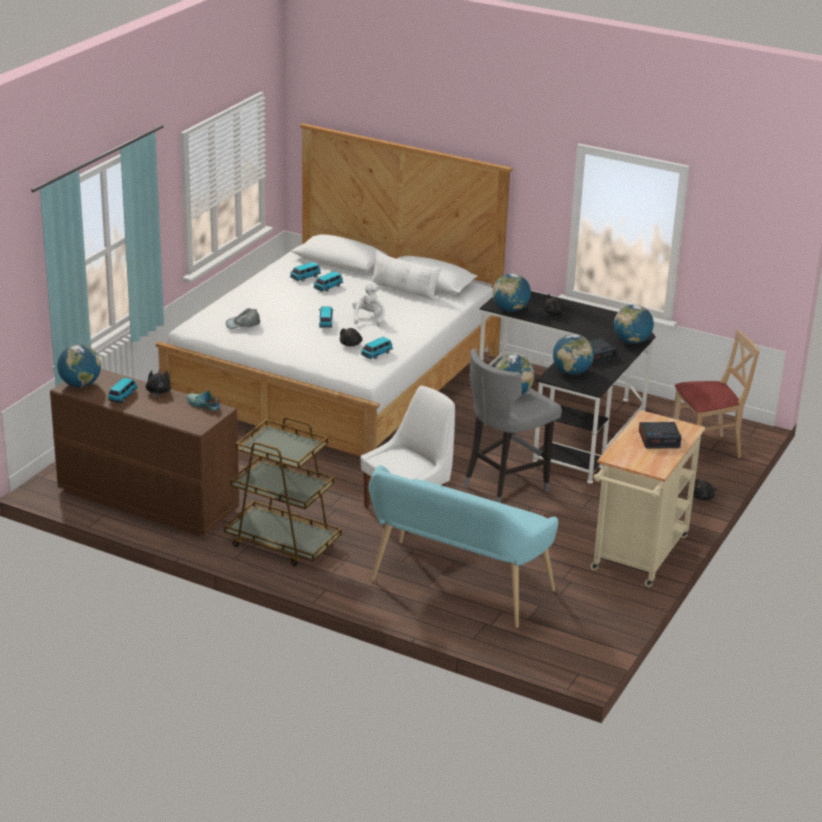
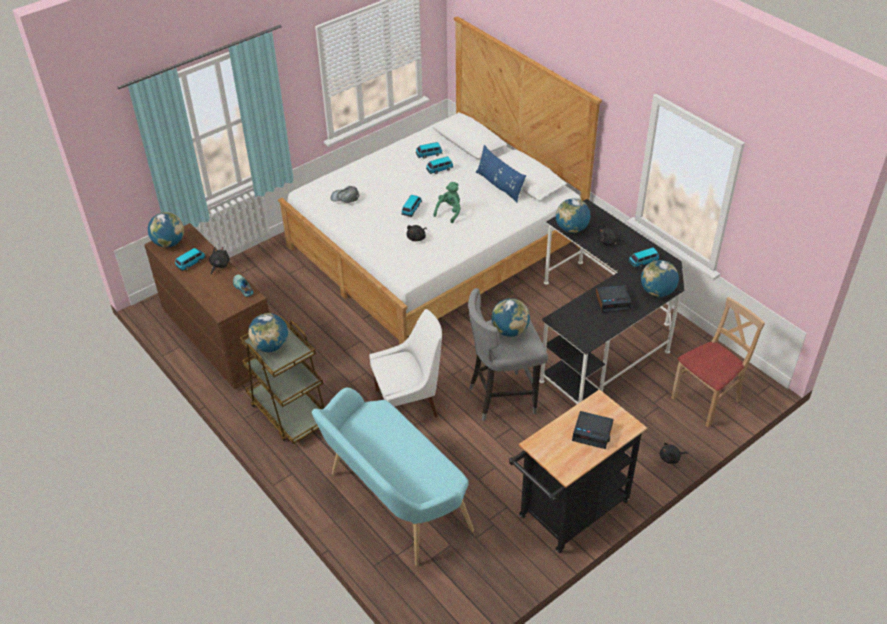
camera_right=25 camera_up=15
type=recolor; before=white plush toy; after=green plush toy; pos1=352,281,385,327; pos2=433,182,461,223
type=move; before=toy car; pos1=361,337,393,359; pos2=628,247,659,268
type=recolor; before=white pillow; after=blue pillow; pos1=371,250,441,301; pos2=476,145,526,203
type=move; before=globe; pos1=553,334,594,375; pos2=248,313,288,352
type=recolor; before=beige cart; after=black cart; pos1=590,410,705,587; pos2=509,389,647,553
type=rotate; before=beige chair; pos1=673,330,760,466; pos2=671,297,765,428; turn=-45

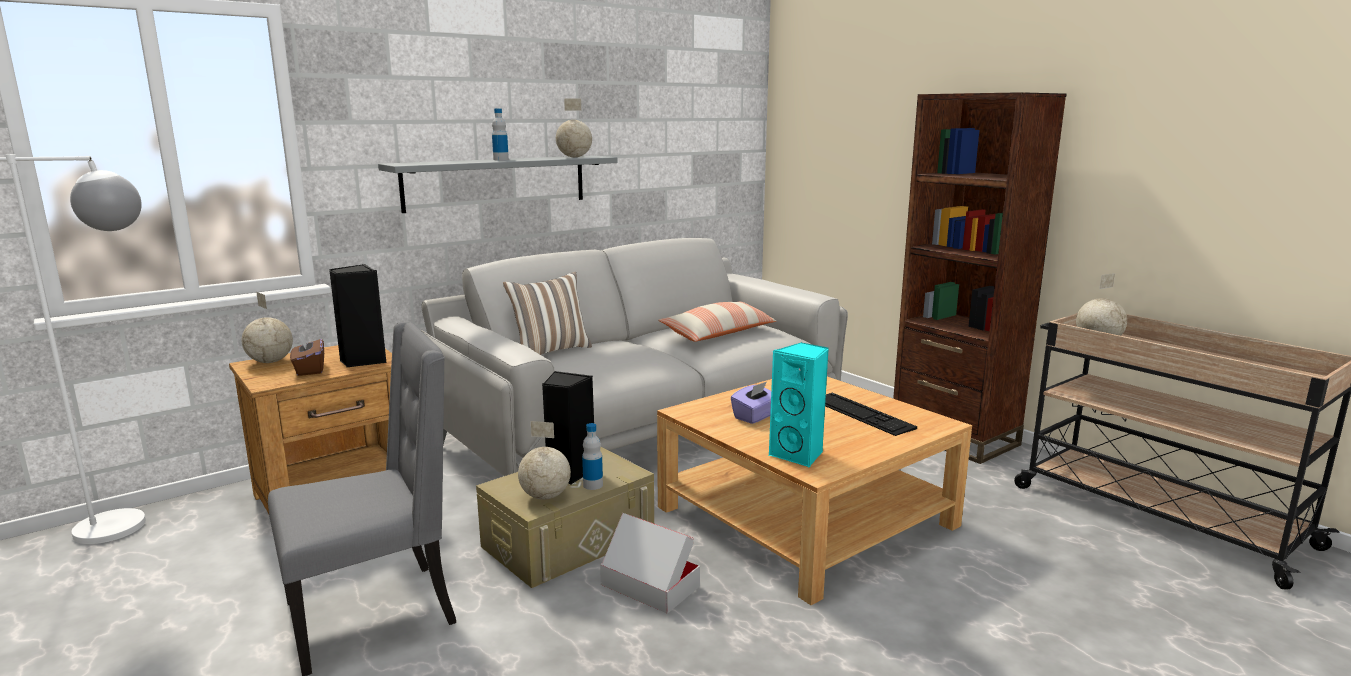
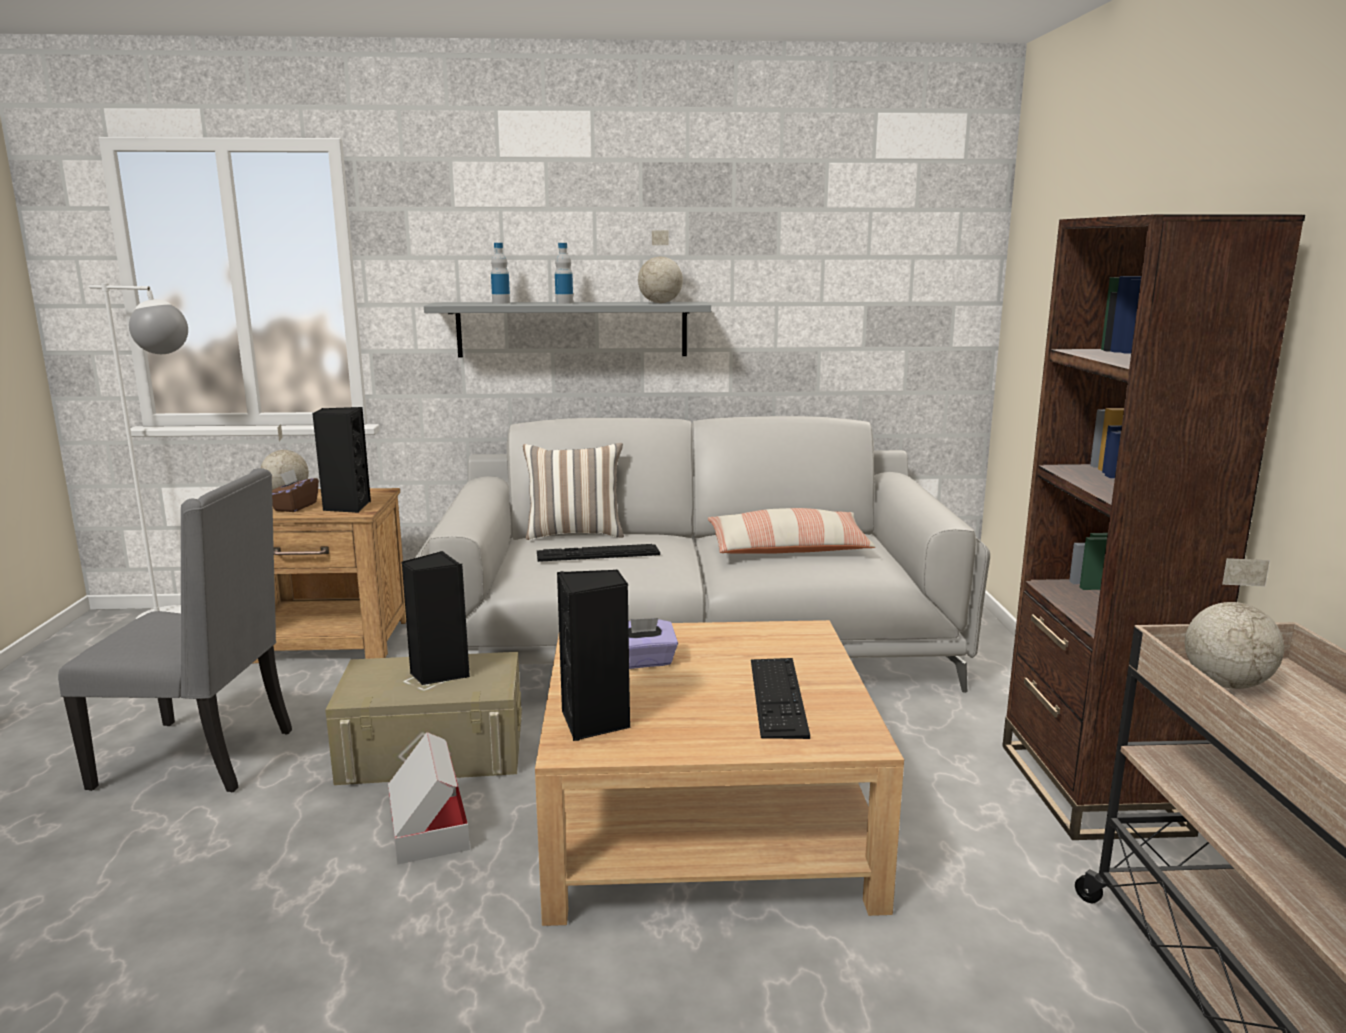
camera_right=35 camera_up=0
type=delete; before=globe; pos1=518,421,571,500
type=move; before=bottle; pos1=582,423,603,490; pos2=491,243,510,304
type=recolor; before=turquoise speaker; after=black speaker; pos1=769,342,829,467; pos2=557,570,630,741
type=insert; after=keyboard; pos2=537,544,660,562

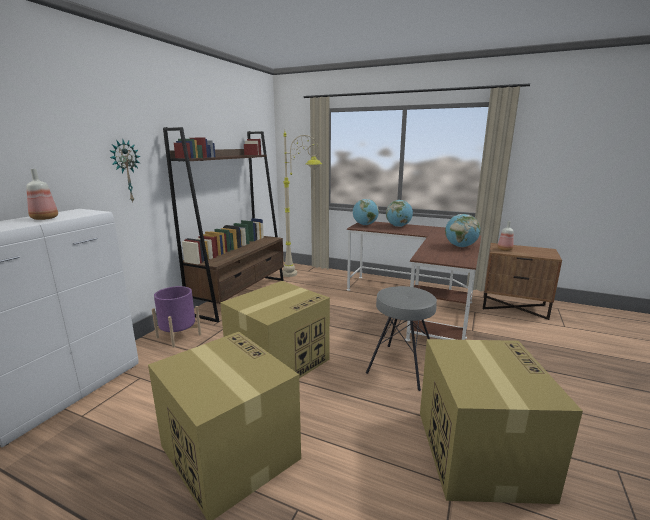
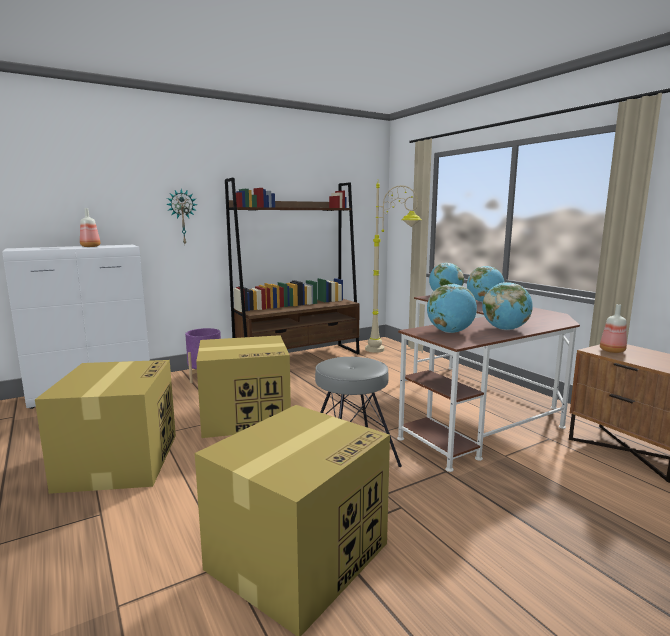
camera_right=35 camera_up=-5
type=insert; after=globe; pos2=427,284,477,333

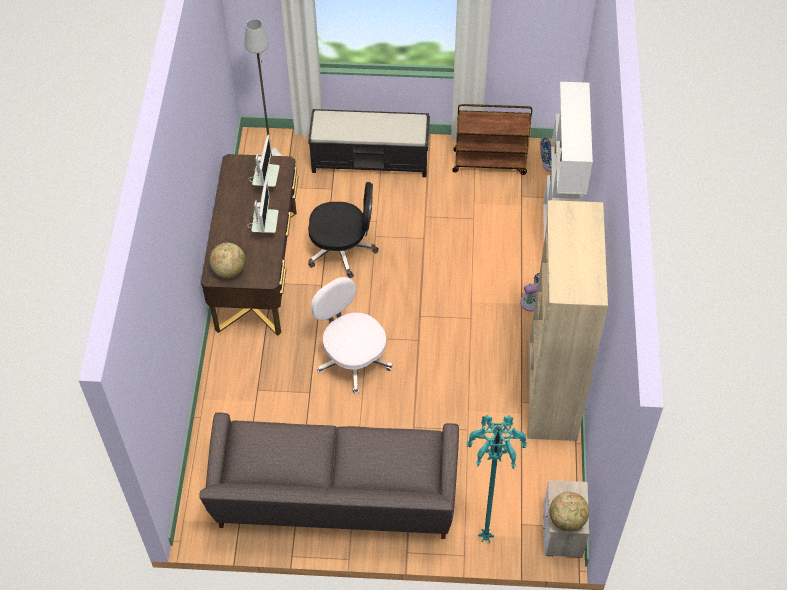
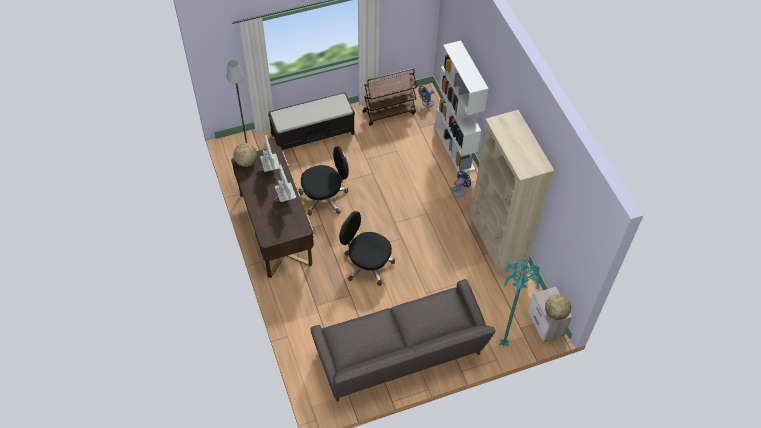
camera_right=-25 camera_up=0
type=move; before=globe; pos1=210,243,246,278; pos2=233,143,257,167
type=recolor; before=white office chair; after=black office chair; pos1=311,277,393,394; pos2=339,211,395,286

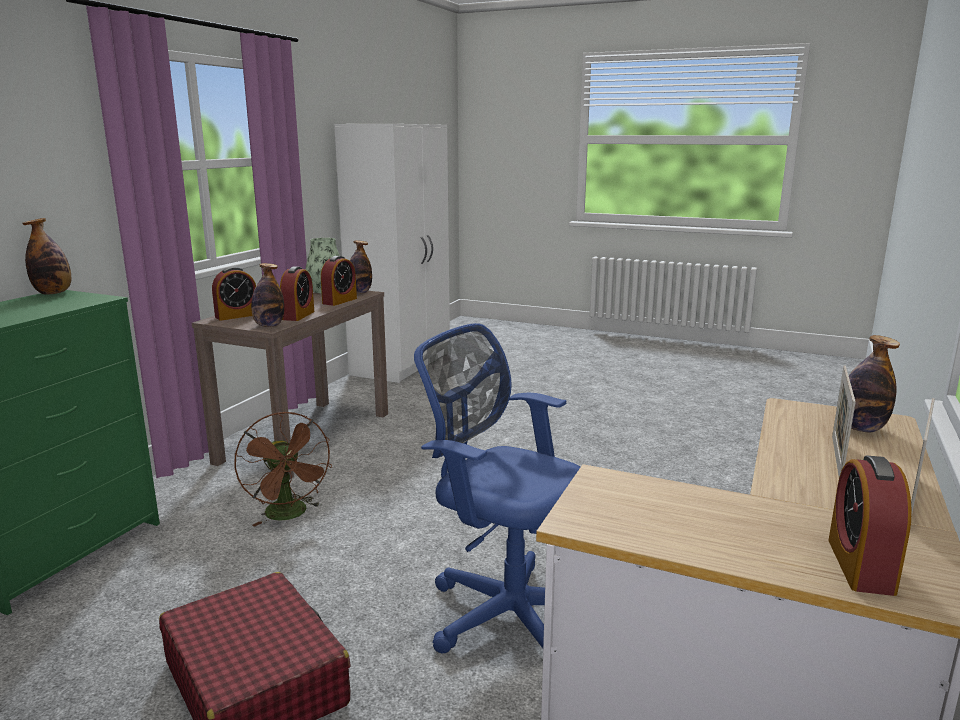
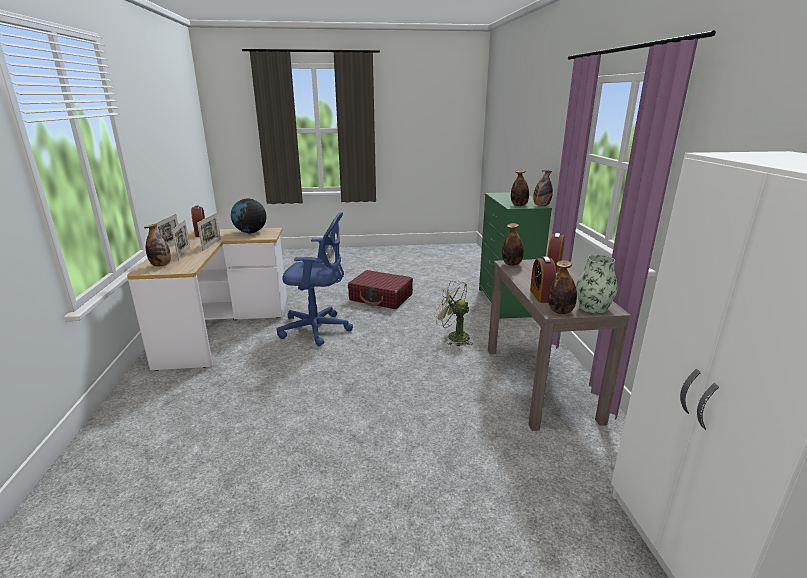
camera_right=150 camera_up=5
type=recolor; before=brown fan; after=green fan; pos1=234,412,332,527; pos2=434,280,472,346
type=delete; before=alarm clock; pos1=280,266,314,321
type=insert; after=picture frame; pos2=197,213,221,251
type=insert; after=globe; pos2=231,199,267,234
type=insert; after=bottle; pos2=511,170,529,206

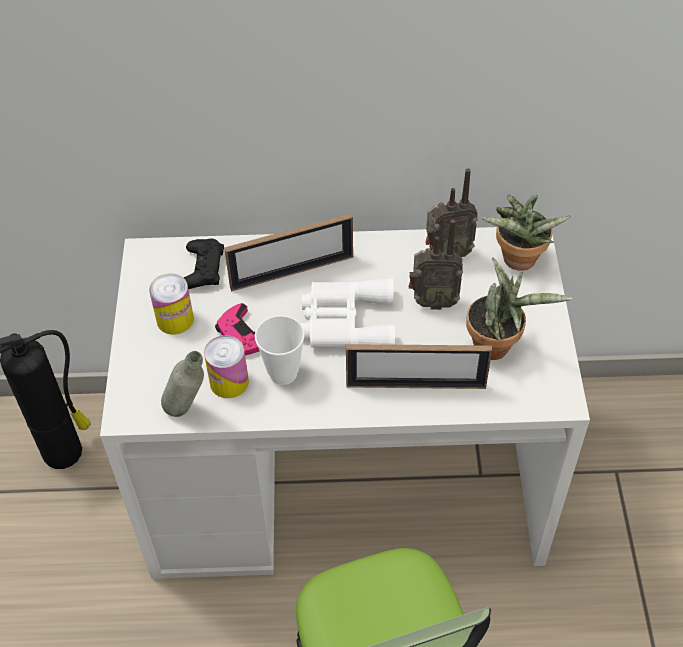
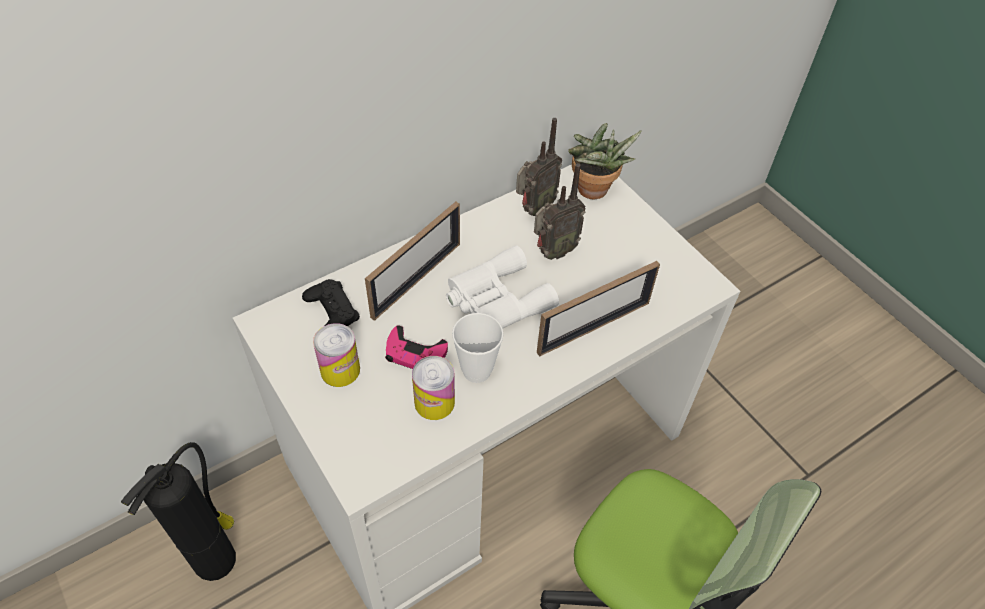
camera_right=-35 camera_up=0
type=delete; before=grey bottle; pos1=161,351,204,417
type=delete; before=potted plant; pos1=466,257,572,360

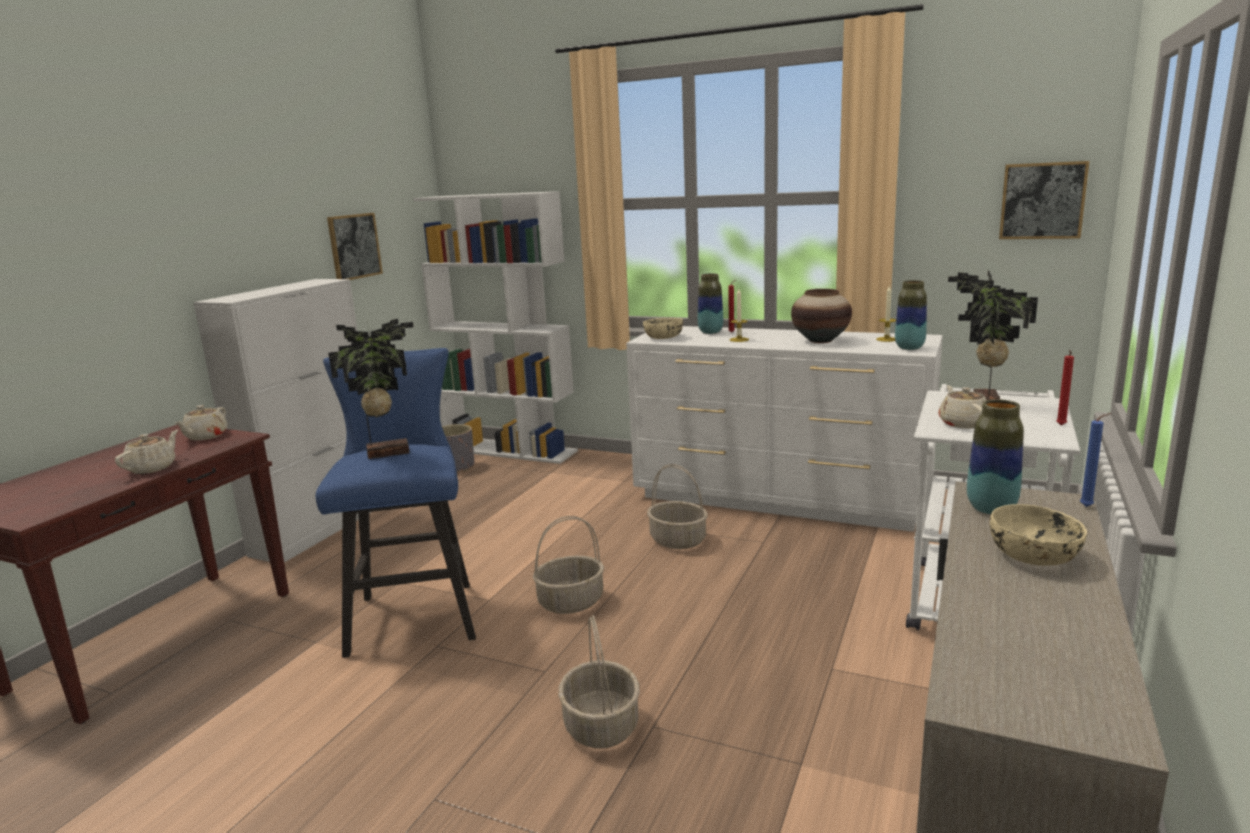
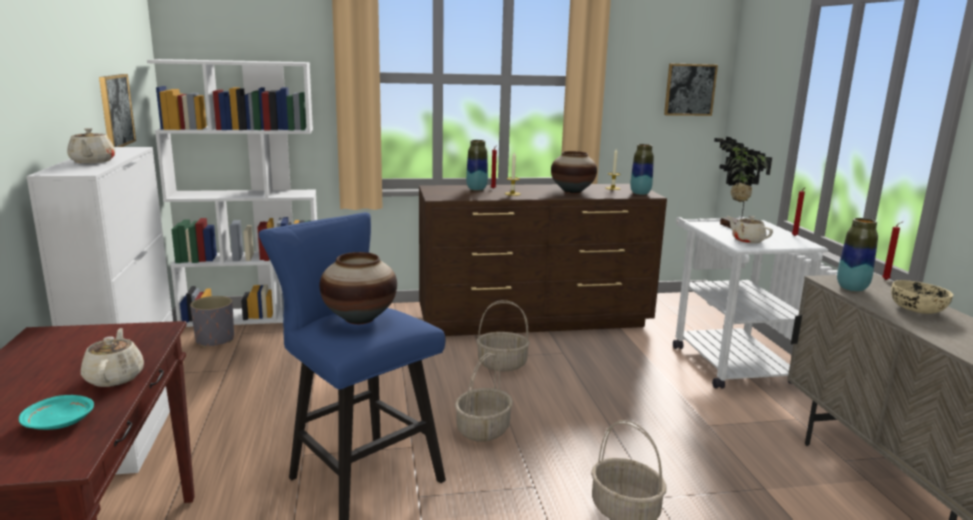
camera_right=-35 camera_up=0
type=move; before=beige teapot; pos1=175,405,227,441; pos2=67,128,115,163
type=replace; before=potted plant; after=vase; pos1=328,319,414,459; pos2=320,252,397,324
type=recolor; before=white dresser; after=brown dresser; pos1=626,326,943,532; pos2=419,184,667,336
type=delete; before=beige bowl; pos1=643,318,683,339
type=recolor; before=blue candle; after=red candle; pos1=1080,413,1111,507; pos2=882,221,904,280
type=insert; after=turquoise plate; pos2=19,395,94,430

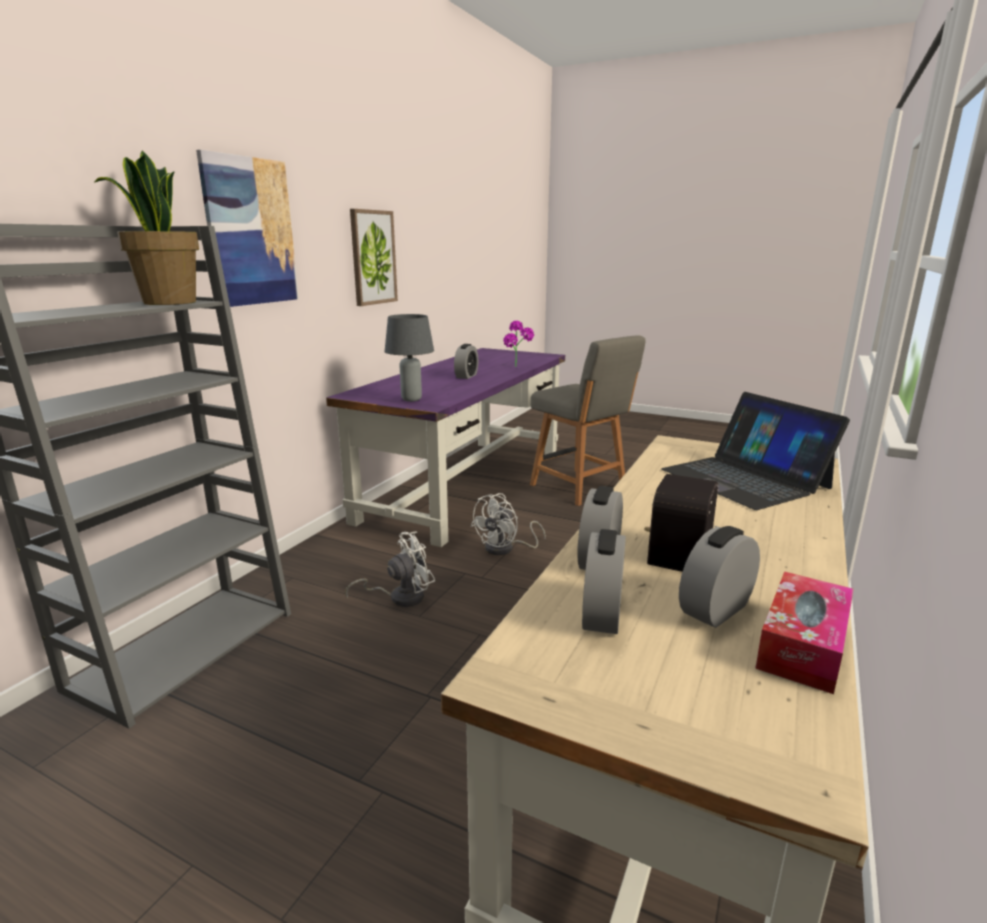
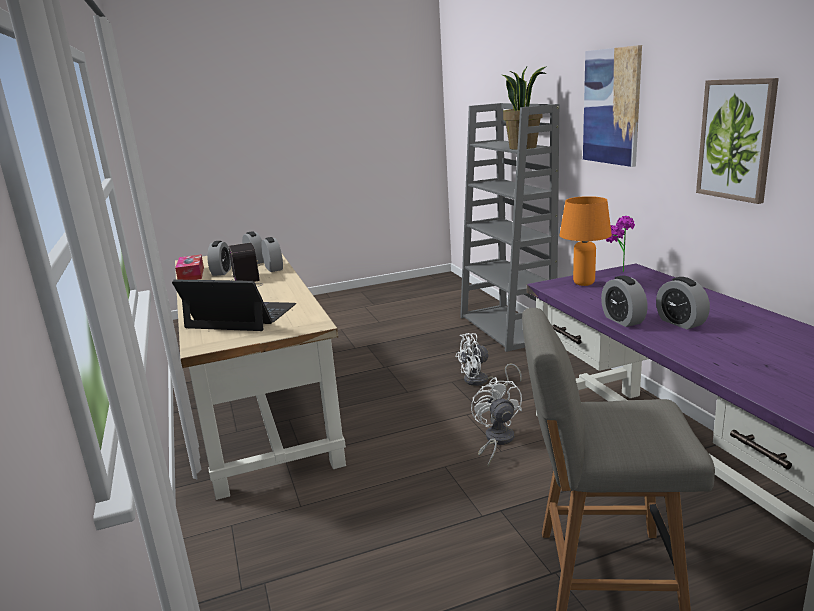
camera_right=135 camera_up=0
type=rotate; before=white fan; pos1=345,532,435,607; pos2=456,333,522,386; turn=60
type=recolor; before=grey table lamp; after=orange table lamp; pos1=385,314,434,402; pos2=559,196,612,286
type=move; before=potted plant; pos1=503,321,534,367; pos2=606,216,635,272
type=insert; after=alarm clock; pos2=601,275,648,327

